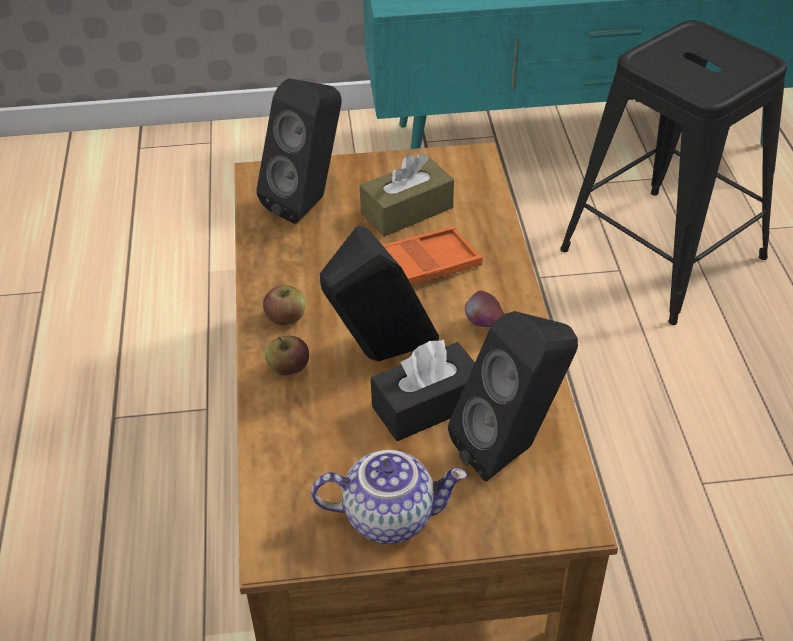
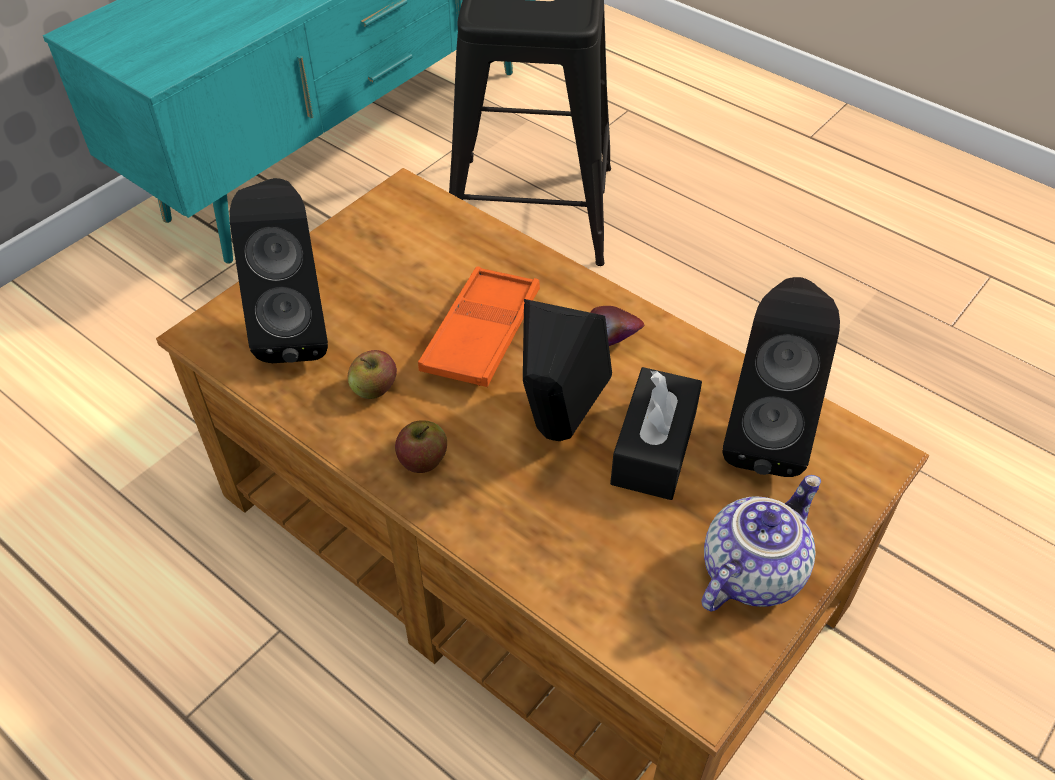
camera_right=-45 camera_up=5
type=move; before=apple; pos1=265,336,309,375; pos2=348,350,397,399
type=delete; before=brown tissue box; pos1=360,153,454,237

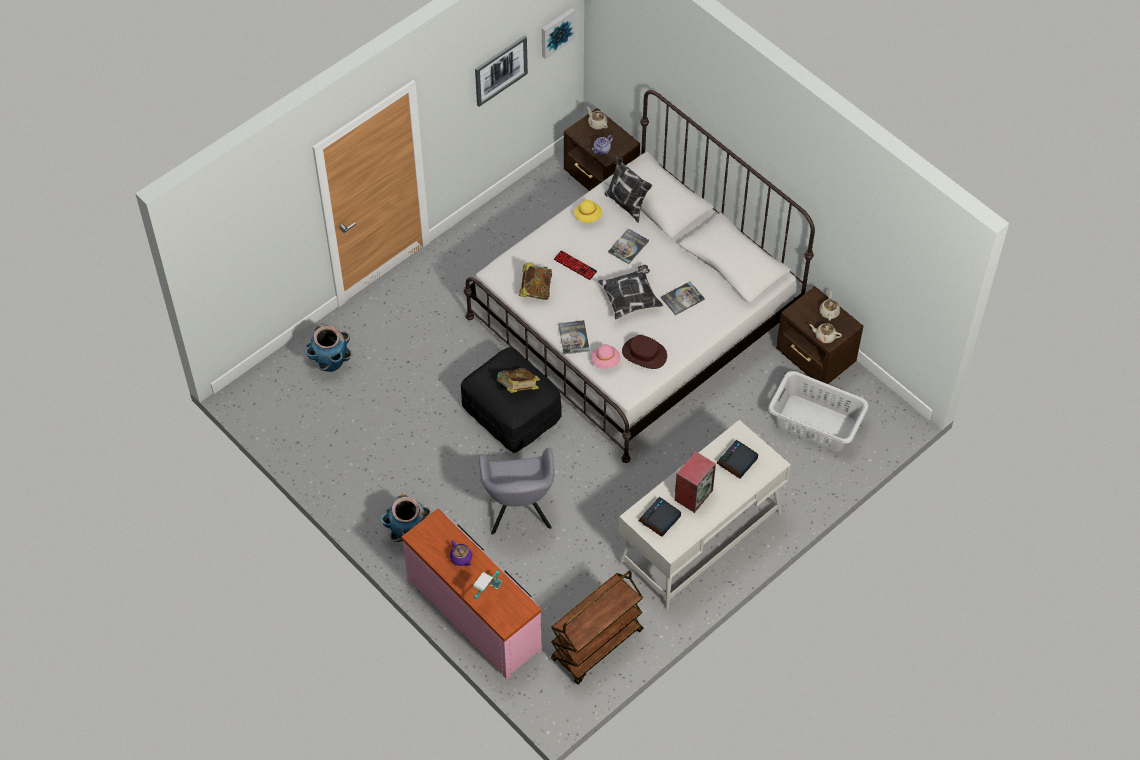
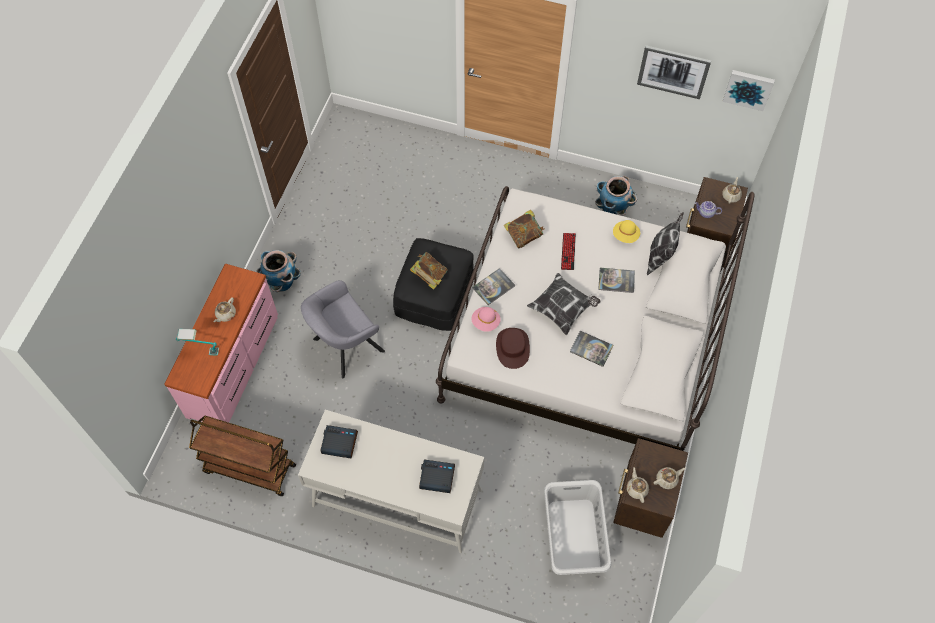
camera_right=60 camera_up=5
type=move; before=planter; pos1=306,325,353,372; pos2=595,176,637,216
type=recolor; before=purple teapot; after=beige teapot; pos1=450,540,472,566; pos2=214,297,236,322
type=delete; before=speaker; pos1=674,451,716,513

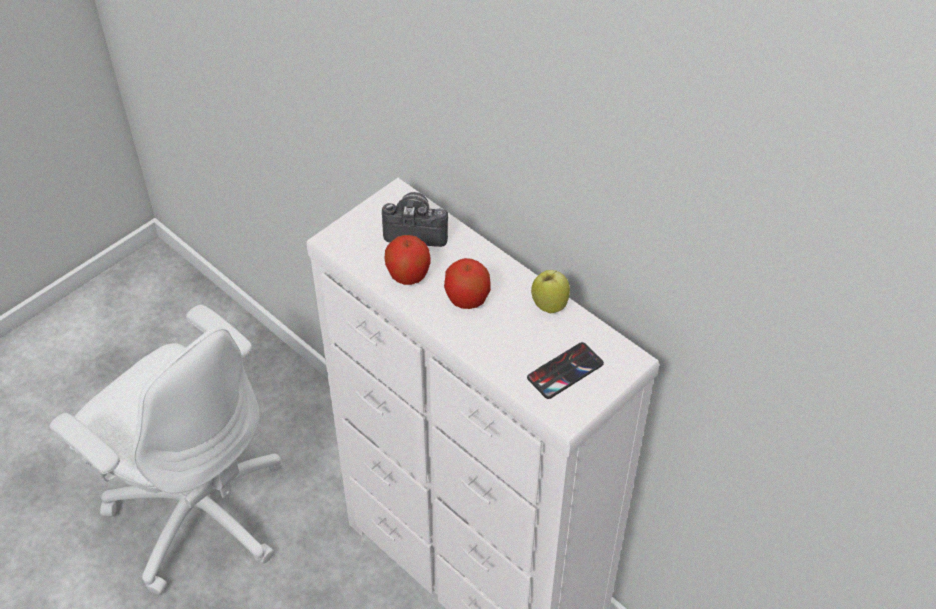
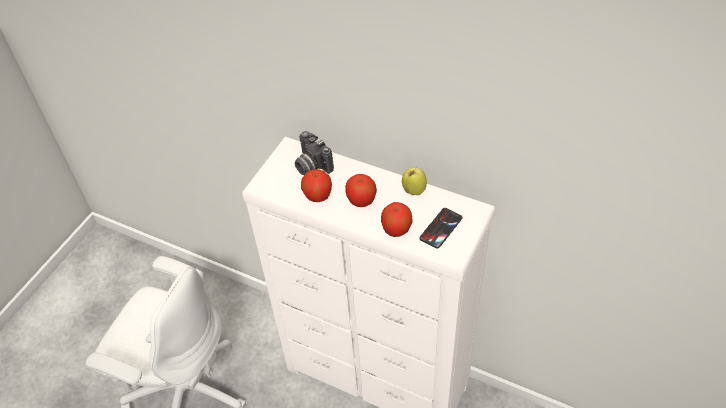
camera_right=-15 camera_up=0
type=rotate; before=photo camera; pos1=382,192,448,247; pos2=295,131,334,175; turn=-120
type=insert; after=apple; pos2=381,202,412,237

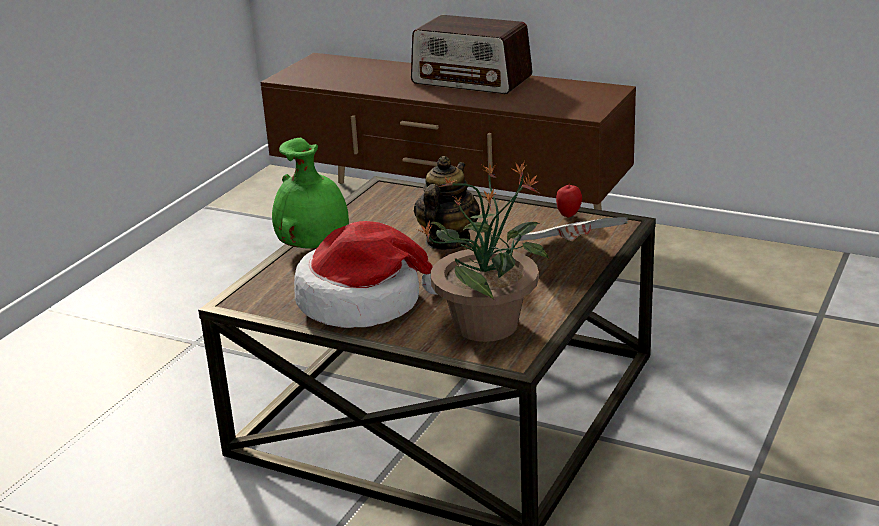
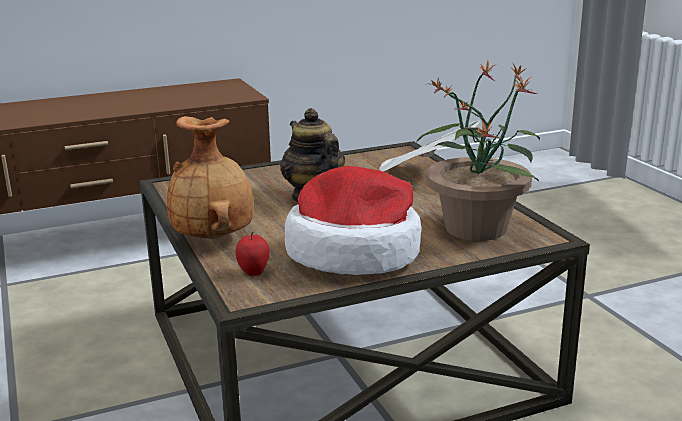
camera_right=-50 camera_up=-5
type=recolor; before=green vase; after=brown vase; pos1=272,138,349,249; pos2=167,116,254,239
type=delete; before=radio; pos1=411,15,533,94
type=move; before=apple; pos1=556,183,582,218; pos2=236,232,270,276

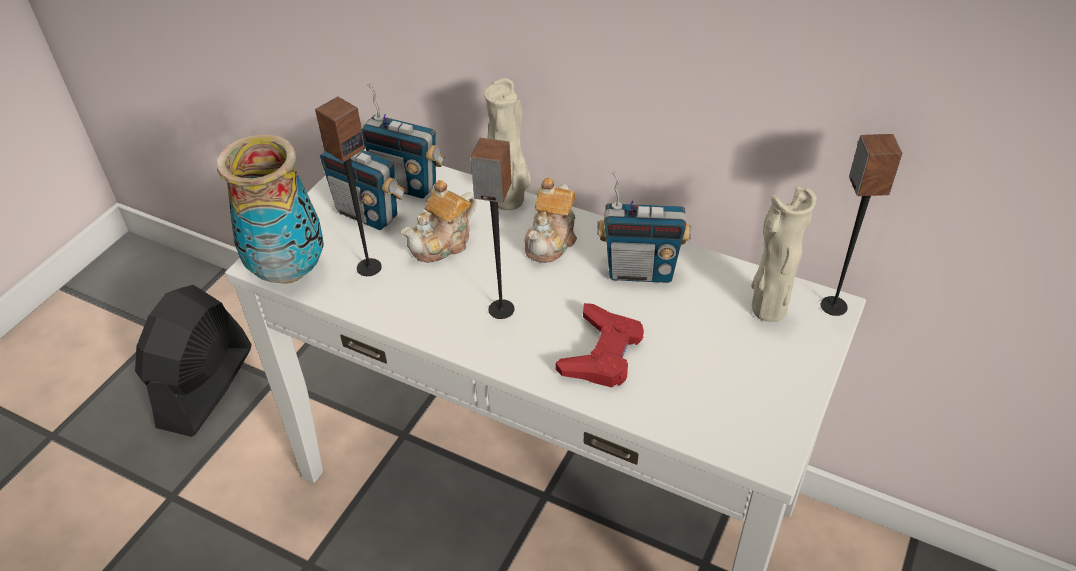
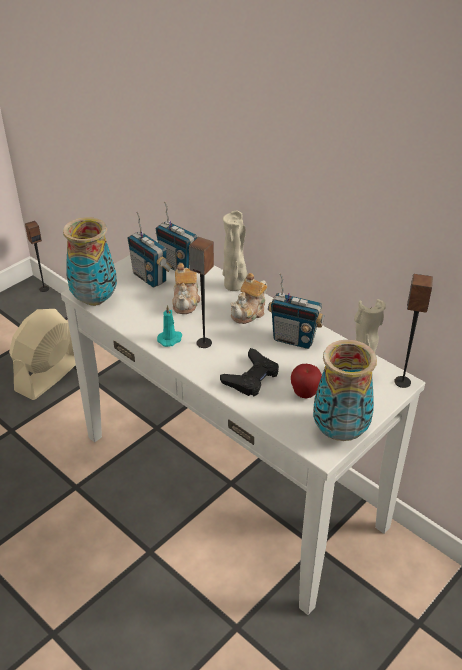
camera_right=15 camera_up=-5
type=recolor; before=black fan; after=beige fan; pos1=135,285,252,437; pos2=9,309,76,400
type=move; before=speaker; pos1=315,97,382,276; pos2=25,221,49,292
type=rotate; before=teapot; pos1=401,180,477,263; pos2=172,263,200,314; turn=-60
type=recolor; before=red game controller; after=black game controller; pos1=556,303,644,388; pos2=220,348,279,396
type=insert; after=turquoise candle; pos2=157,305,182,347
type=insert; after=apple; pos2=291,364,322,398
type=insert; after=vase; pos2=313,340,377,441

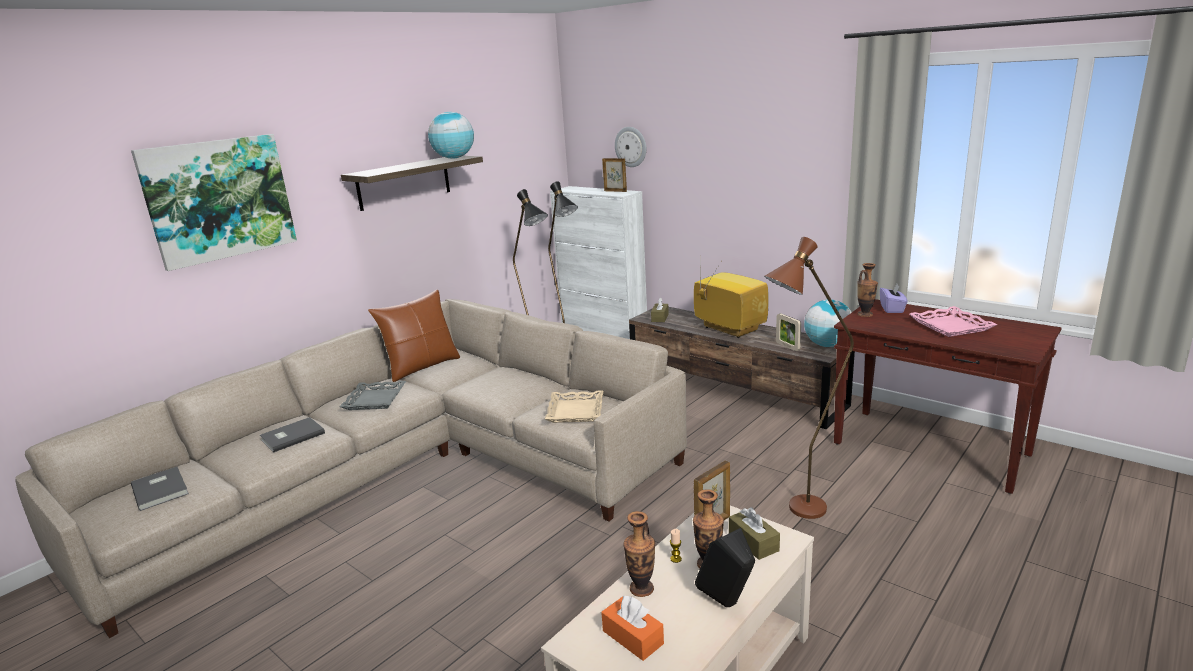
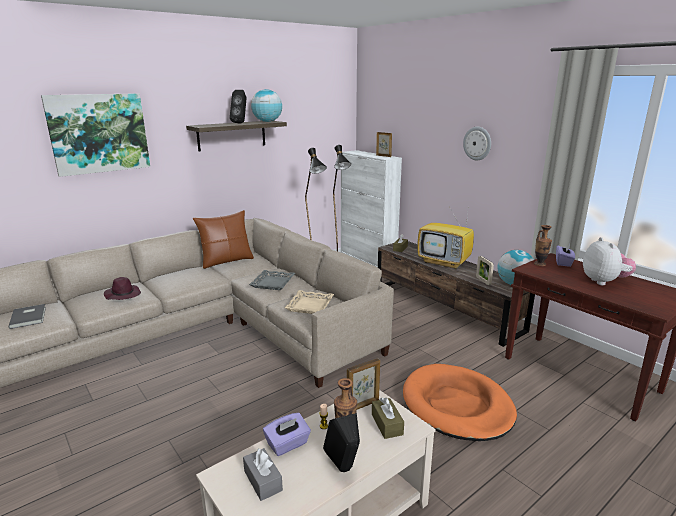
camera_right=10 camera_up=0
type=replace; before=grey book; after=purple hat; pos1=260,417,325,452; pos2=104,277,141,300
type=move; before=grey tray; pos1=340,381,406,410; pos2=249,270,295,290
type=recolor; before=orange tissue box; after=grey tissue box; pos1=601,596,664,661; pos2=243,448,283,501
type=move; before=wall clock; pos1=615,127,646,167; pos2=463,127,491,160
type=replace; before=vase; after=purple tissue box; pos1=623,511,655,597; pos2=263,413,311,456
type=rotate; before=television; pos1=694,260,769,338; pos2=417,204,474,269; turn=150
type=replace; before=brown floor lamp; after=orange dog bed; pos1=764,237,854,519; pos2=403,364,517,441
type=replace; before=pink tray; after=plush toy; pos1=909,306,997,337; pos2=583,237,636,285
type=insert; after=black speaker; pos2=230,90,247,124

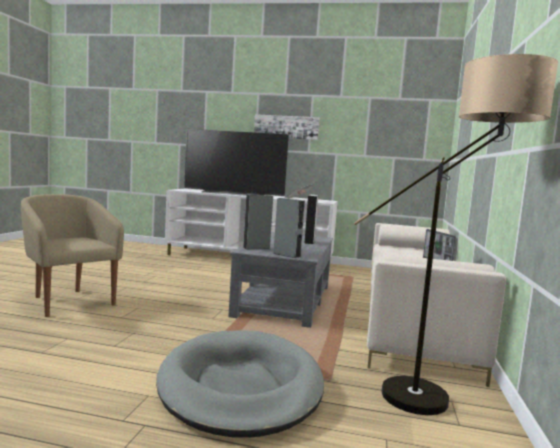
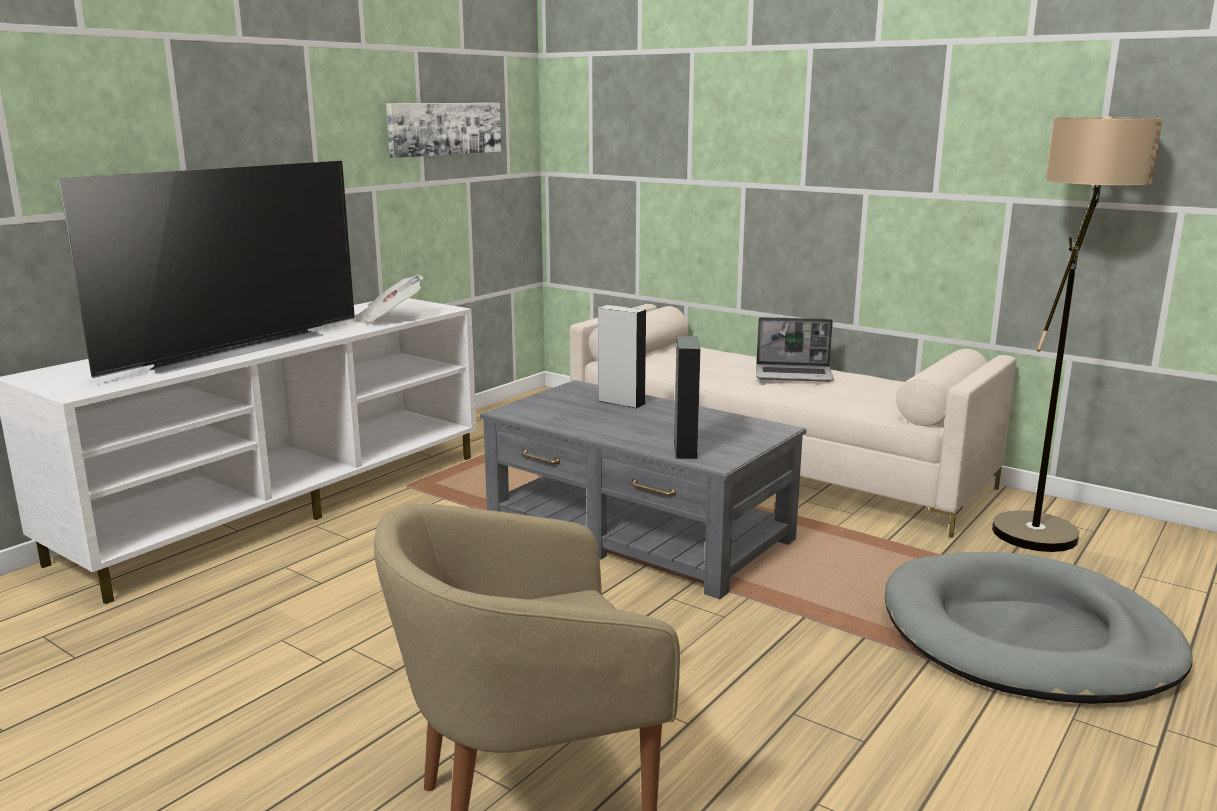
camera_right=-65 camera_up=10
type=move; before=picture; pos1=254,114,320,140; pos2=386,103,501,158
type=delete; before=grey speaker; pos1=273,198,305,258

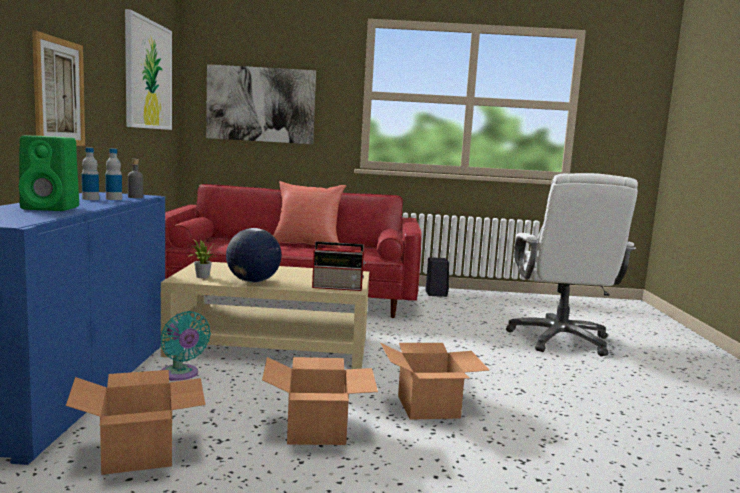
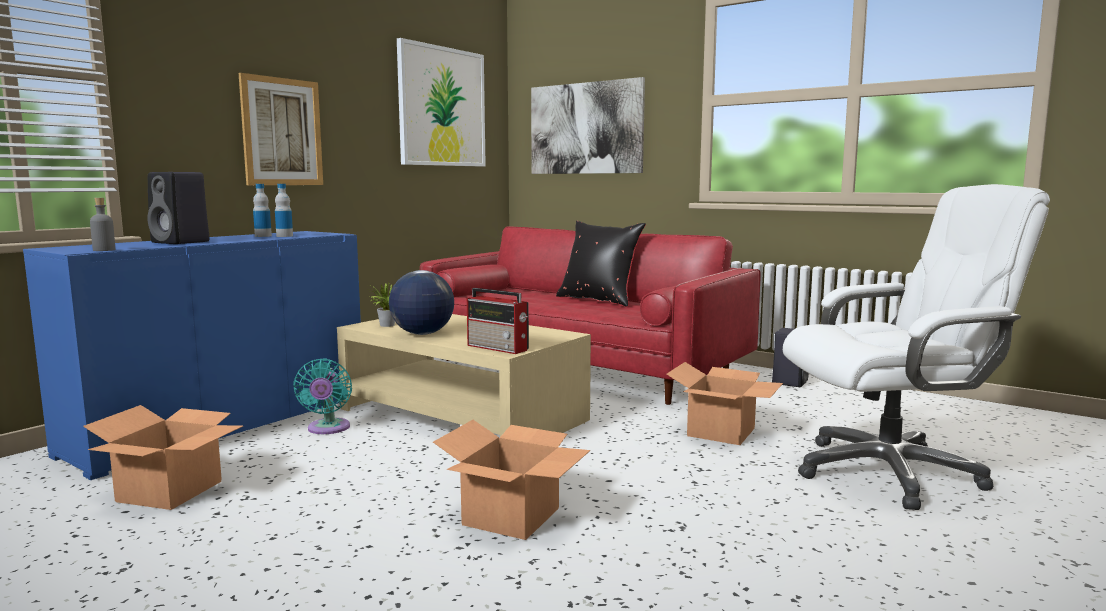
camera_right=35 camera_up=0
type=recolor; before=green speaker; after=black speaker; pos1=19,136,79,211; pos2=148,172,210,244
type=move; before=grey bottle; pos1=128,159,143,198; pos2=90,198,115,251
type=move; before=cardboard box; pos1=262,357,378,445; pos2=667,362,783,445
type=recolor; before=red pillow; after=black pillow; pos1=273,181,346,249; pos2=556,221,646,307
type=rotate; before=white office chair; pos1=506,173,638,356; pos2=783,184,1050,510; turn=-135

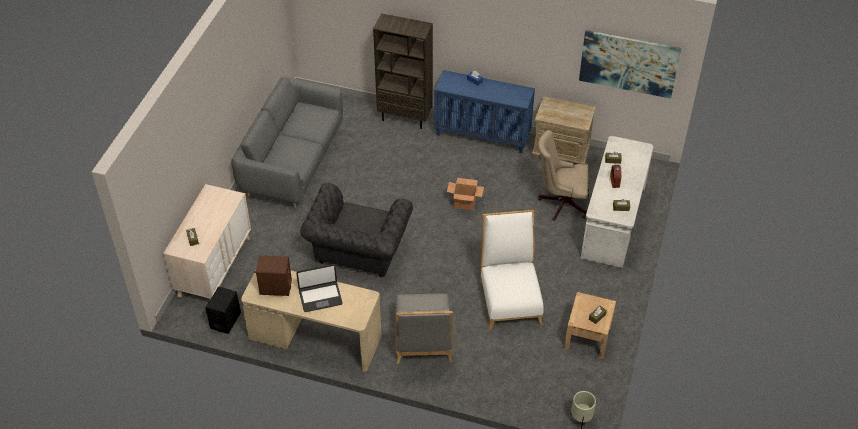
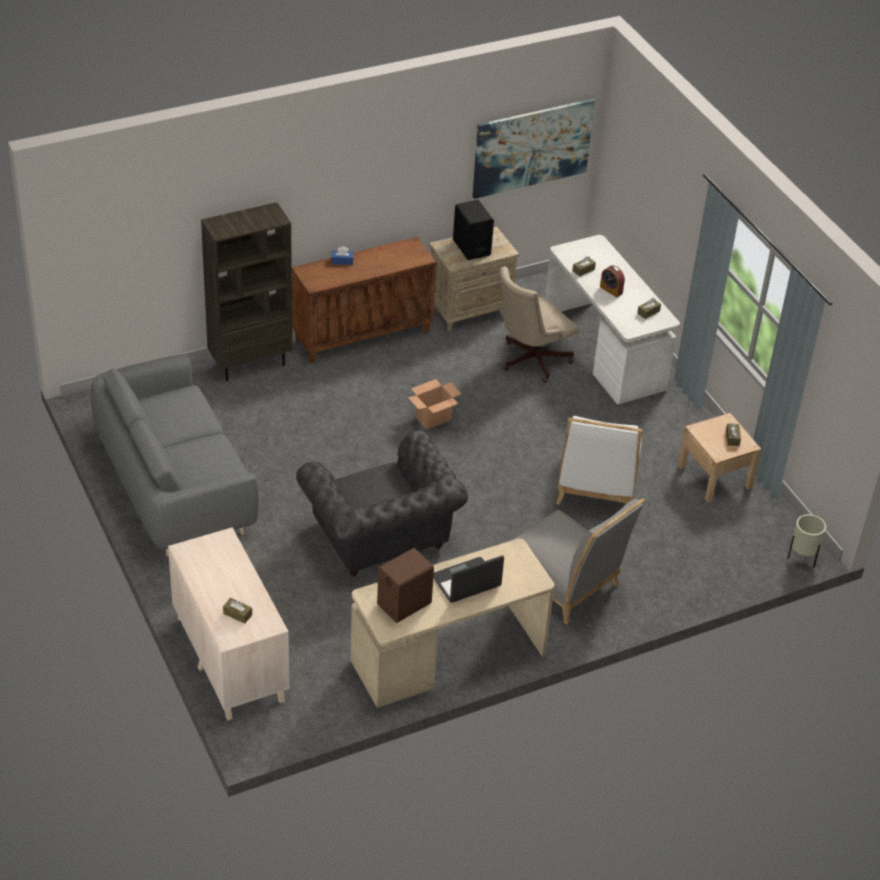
camera_right=-45 camera_up=-5
type=move; before=black speaker; pos1=205,286,241,334; pos2=453,200,494,260
type=rotate; before=laptop; pos1=296,264,343,312; pos2=433,556,504,603; turn=-150
type=recolor; before=blue cabinet; after=brown cabinet; pos1=434,70,535,153; pos2=292,237,437,363
type=rotate; before=white chair; pos1=480,210,543,330; pos2=556,416,642,505; turn=-120

